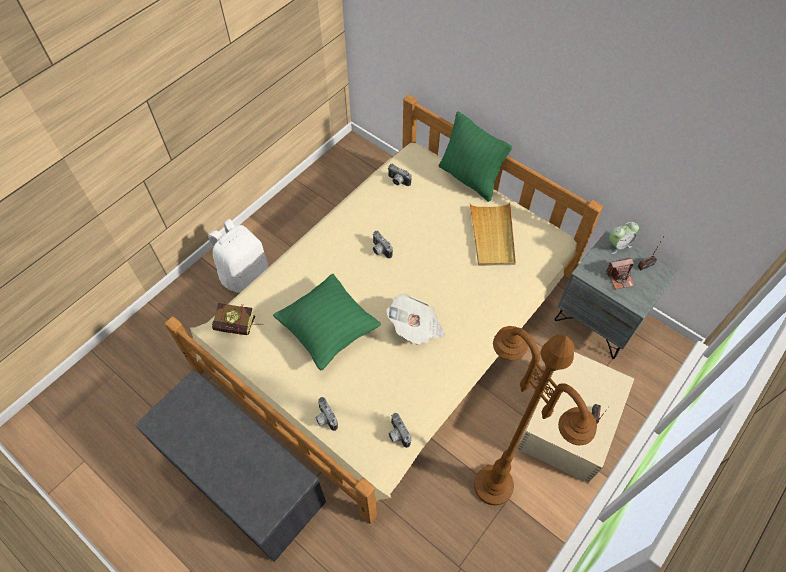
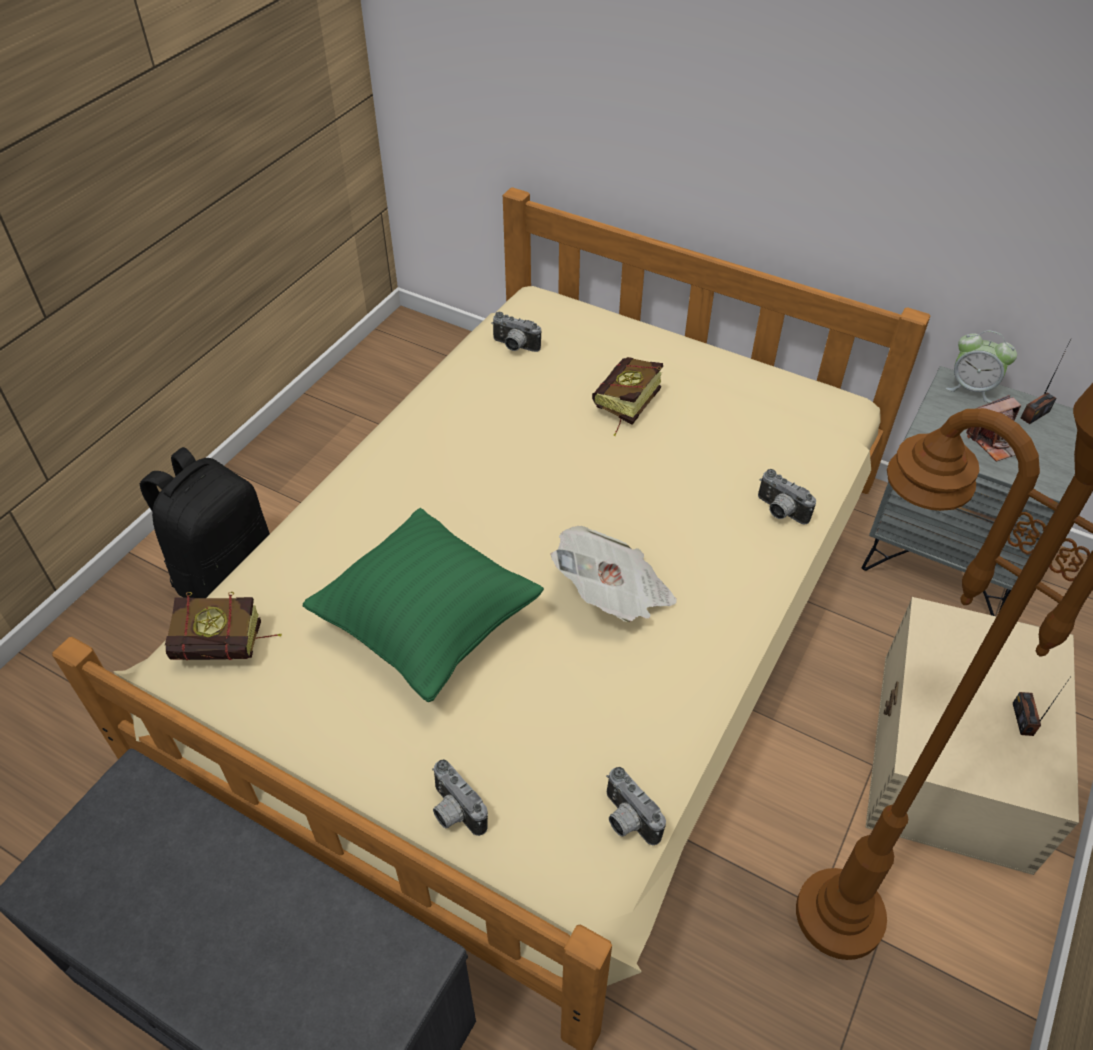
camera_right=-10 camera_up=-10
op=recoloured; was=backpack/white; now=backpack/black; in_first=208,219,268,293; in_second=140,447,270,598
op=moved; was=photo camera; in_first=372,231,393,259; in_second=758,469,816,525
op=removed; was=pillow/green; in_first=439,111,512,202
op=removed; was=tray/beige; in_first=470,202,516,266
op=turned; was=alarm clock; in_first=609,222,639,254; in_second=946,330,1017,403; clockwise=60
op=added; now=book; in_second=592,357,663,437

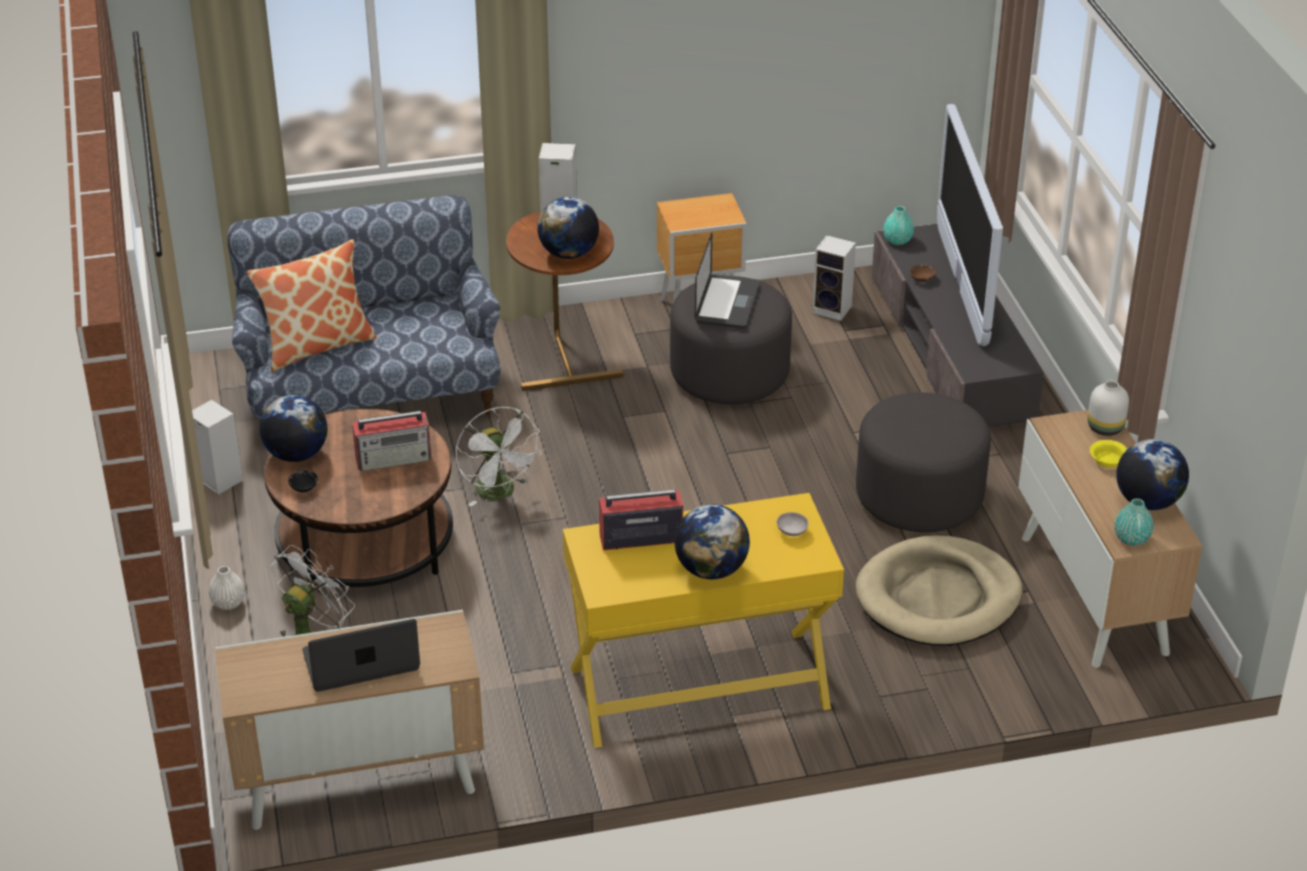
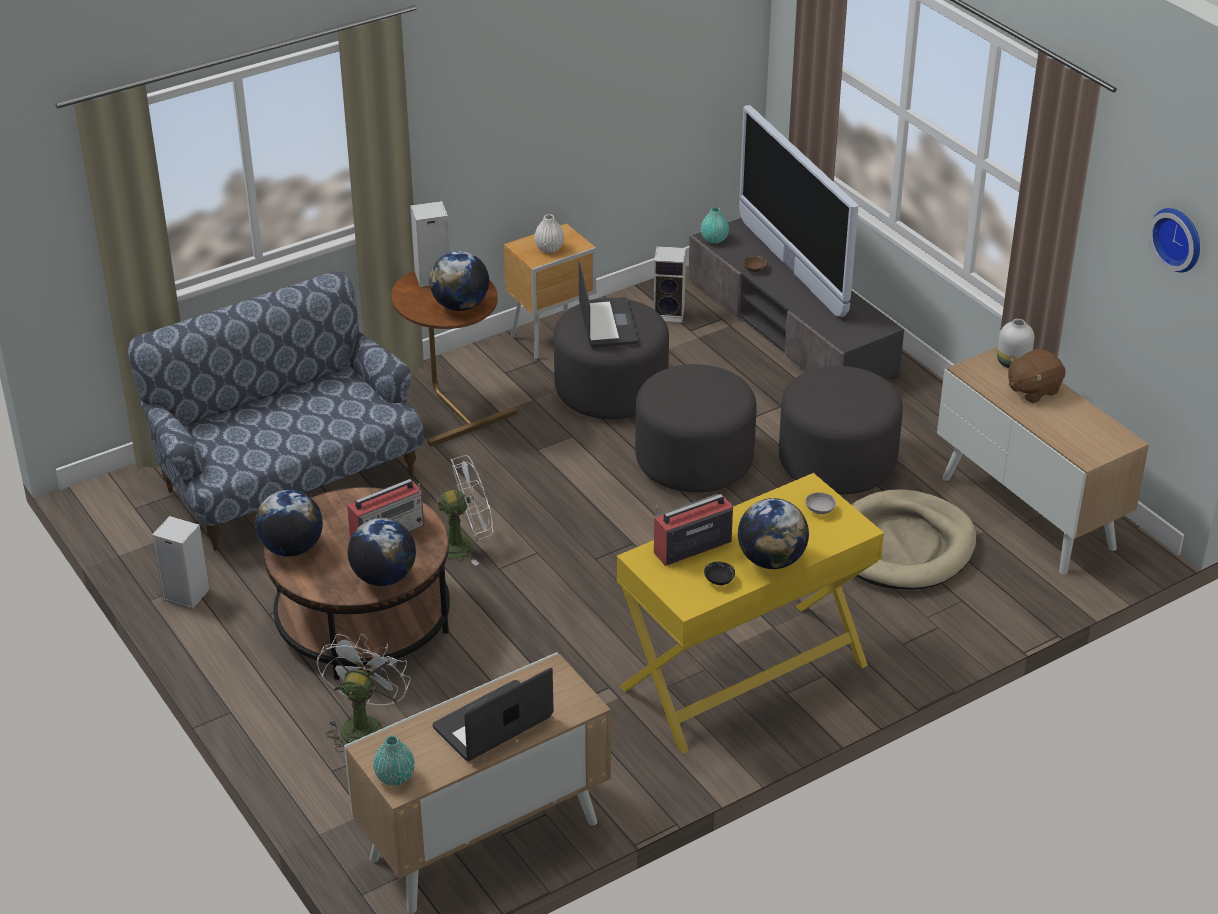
camera_right=-20 camera_up=0
op=moved; was=vase/white; in_first=209,566,245,610; in_second=534,214,564,253
op=removed; was=pillow; in_first=247,239,377,372
op=moved; was=bowl/black; in_first=288,470,318,492; in_second=704,562,735,585
op=turned; was=fan/white; in_first=456,407,542,507; in_second=437,455,493,566; clockwise=-60
op=replaced; was=bowl/yellow; now=plush toy/brown; in_first=1090,440,1127,468; in_second=1008,349,1066,403
op=moved; was=vase/turquoise; in_first=1114,498,1153,546; in_second=373,736,415,785
op=moved; was=globe; in_first=1116,439,1189,510; in_second=348,518,416,586
op=added; now=ottoman/grey; in_second=635,364,757,492
op=added; now=wall clock; in_second=1148,208,1200,272

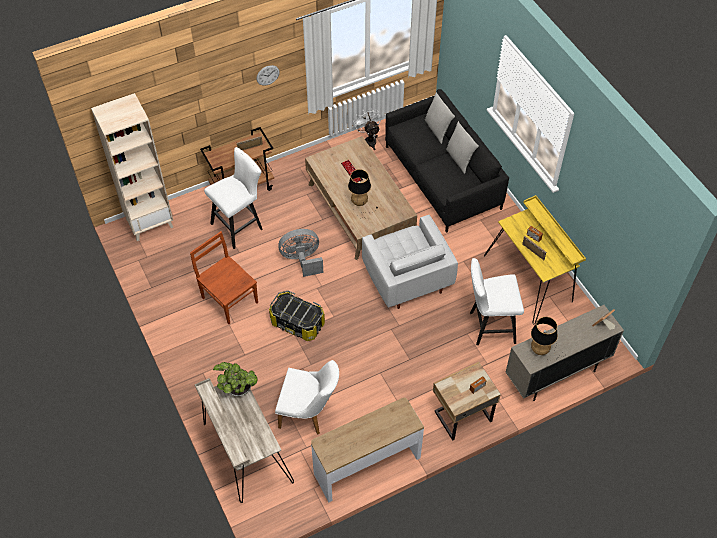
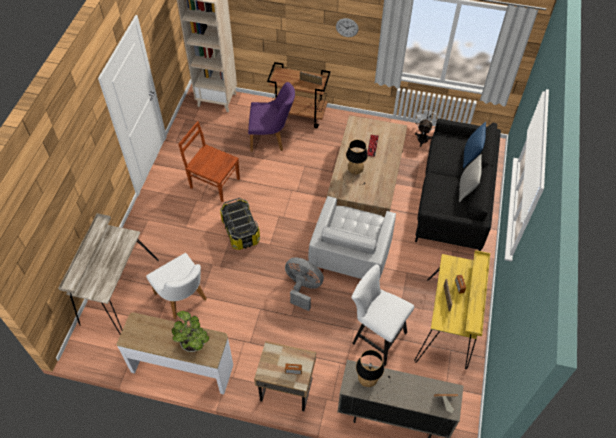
camera_right=40 camera_up=0
op=turned; was=chair/brown; in_first=190,231,258,324; in_second=178,121,240,202; clockwise=-60
op=replaced; was=stool/white; now=chair/purple; in_first=204,147,262,249; in_second=248,82,295,152
op=moved; was=potted plant; in_first=213,362,258,396; in_second=172,311,209,352
op=moved; was=fan/grey; in_first=278,229,323,277; in_second=285,257,324,311
op=recoloured; was=pillow/grey; now=pillow/blue; in_first=425,92,455,144; in_second=463,122,486,168

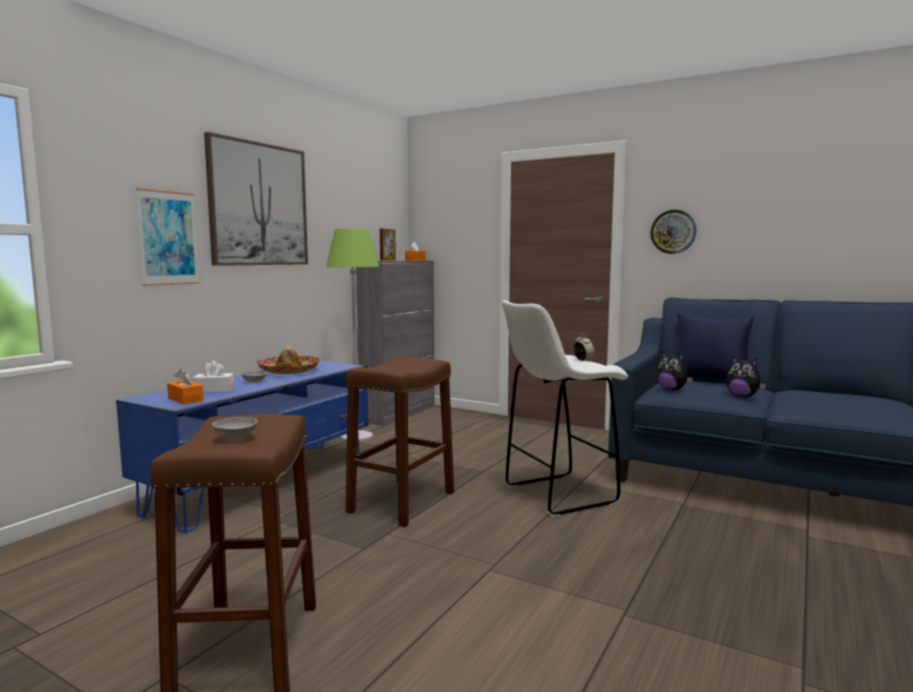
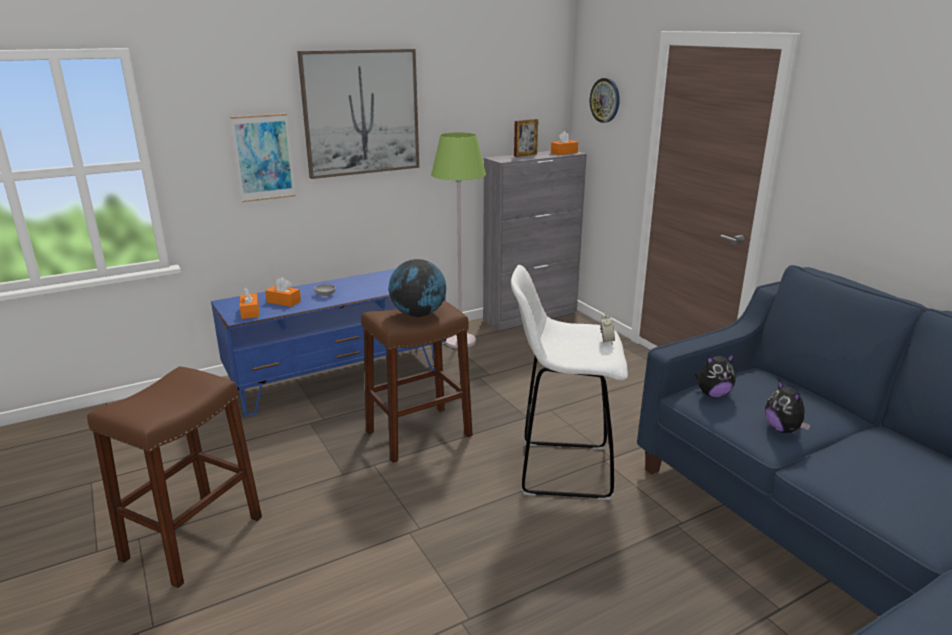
camera_right=30 camera_up=15
op=recoloured; was=tissue box/white; now=tissue box/orange; in_first=193,361,234,392; in_second=265,277,301,307
op=removed; was=bowl/grey; in_first=212,417,257,439
op=removed; was=hat; in_first=256,347,320,374
op=moved; was=wall clock; in_first=650,210,696,254; in_second=590,78,620,123
op=turned; was=plush toy; in_first=657,351,693,390; in_second=695,354,735,398; clockwise=-90
op=removed; was=pillow/blue; in_first=677,312,755,381
op=added; now=globe; in_second=389,259,446,317

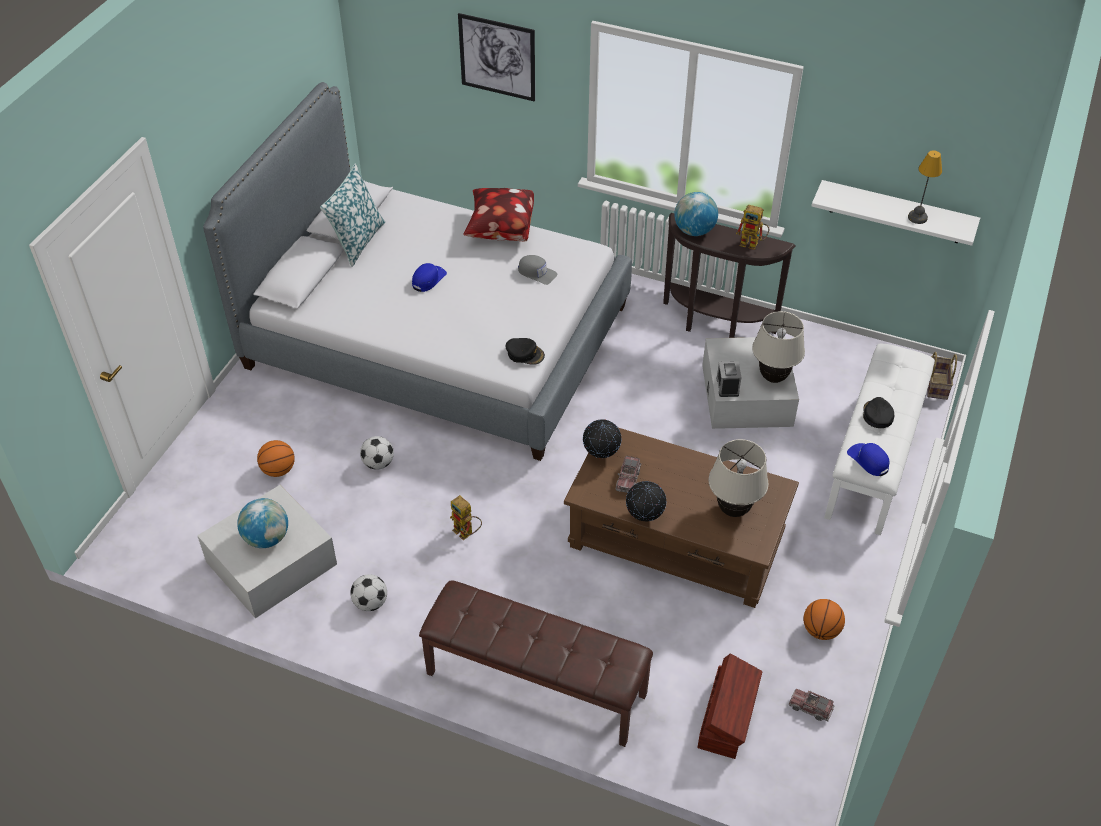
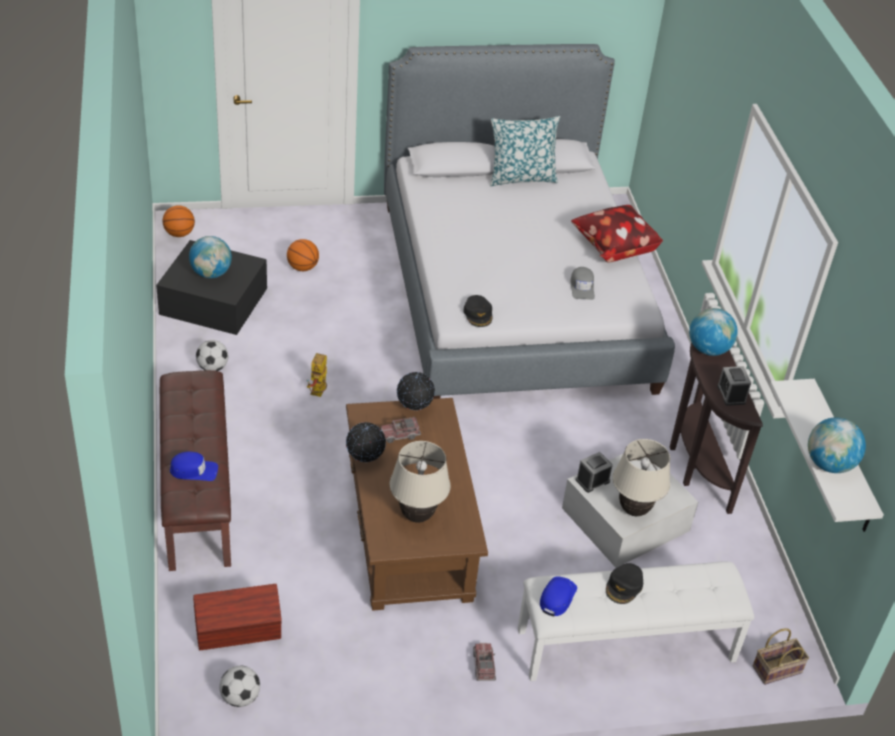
camera_right=55 camera_up=-5
op=recoloured; was=storage box/white; now=storage box/black; in_first=197,485,337,619; in_second=156,240,267,335
op=moved; was=football; in_first=360,436,394,470; in_second=219,666,260,707
op=moved; was=cap/blue; in_first=412,263,447,292; in_second=170,451,218,481
op=removed; was=picture; in_first=458,13,535,102
op=replaced; was=toy robot; now=alarm clock; in_first=736,205,769,250; in_second=717,366,751,406
op=moved; was=toy truck; in_first=789,688,834,721; in_second=473,643,496,681
op=moved; was=basketball; in_first=804,599,845,640; in_second=163,205,195,237
op=turned; was=cap/black; in_first=863,397,894,428; in_second=606,563,643,604; clockwise=150
op=replaced; was=table lamp; now=globe; in_first=908,150,942,224; in_second=808,417,866,473

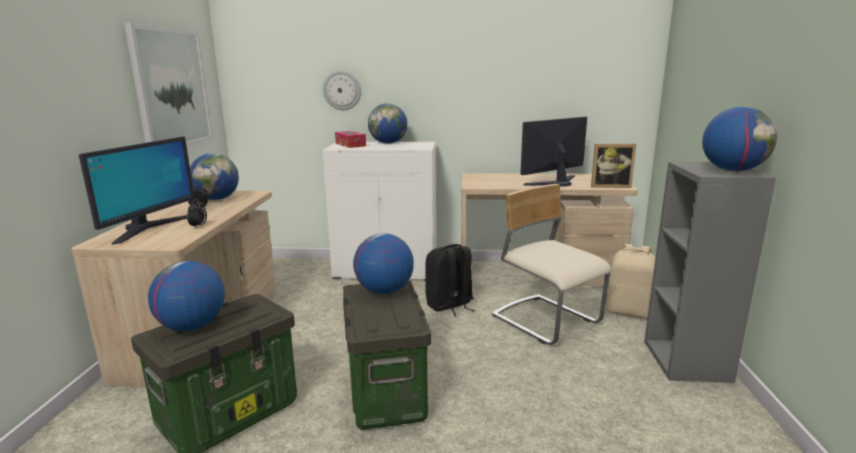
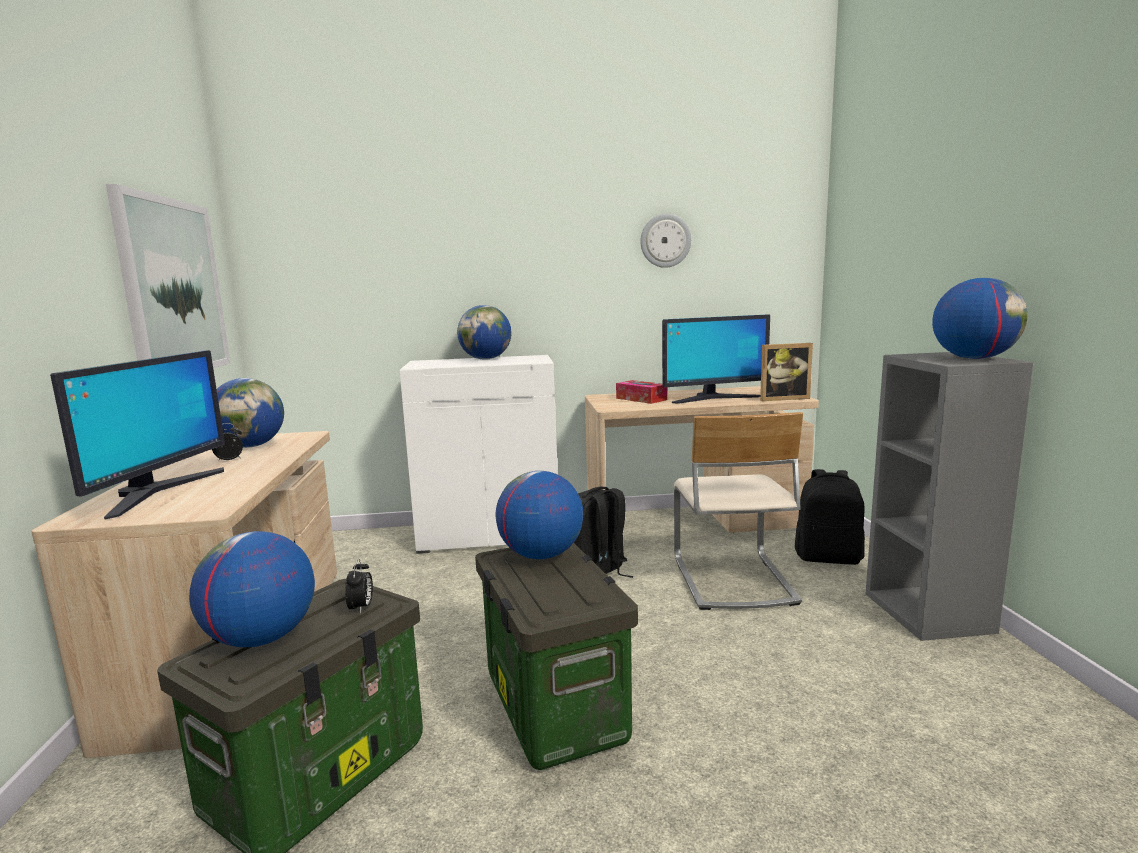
camera_right=-10 camera_up=-5
op=moved; was=alarm clock; in_first=187,199,207,228; in_second=345,559,373,614
op=moved; was=wall clock; in_first=323,70,361,110; in_second=640,214,691,268
op=moved; was=tissue box; in_first=335,131,366,148; in_second=616,380,667,404
op=turned; was=chair/beige; in_first=492,184,611,345; in_second=674,412,803,610; clockwise=-135
op=turned; was=monitor; in_first=520,117,587,187; in_second=662,314,770,404; clockwise=-150
op=recoloured; was=backpack/beige; now=backpack/black; in_first=605,244,656,319; in_second=795,469,865,565

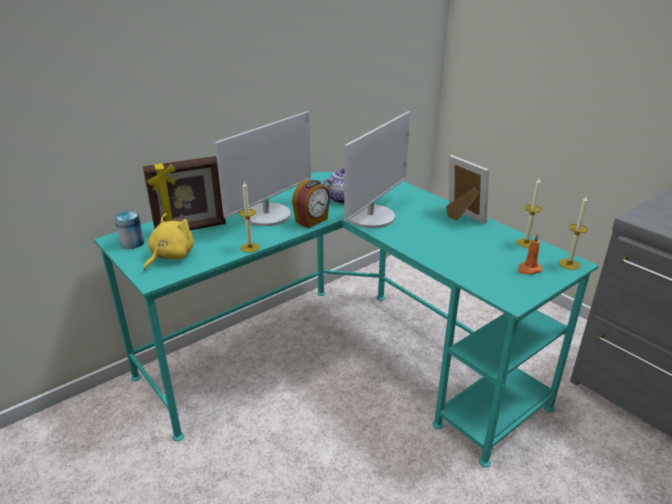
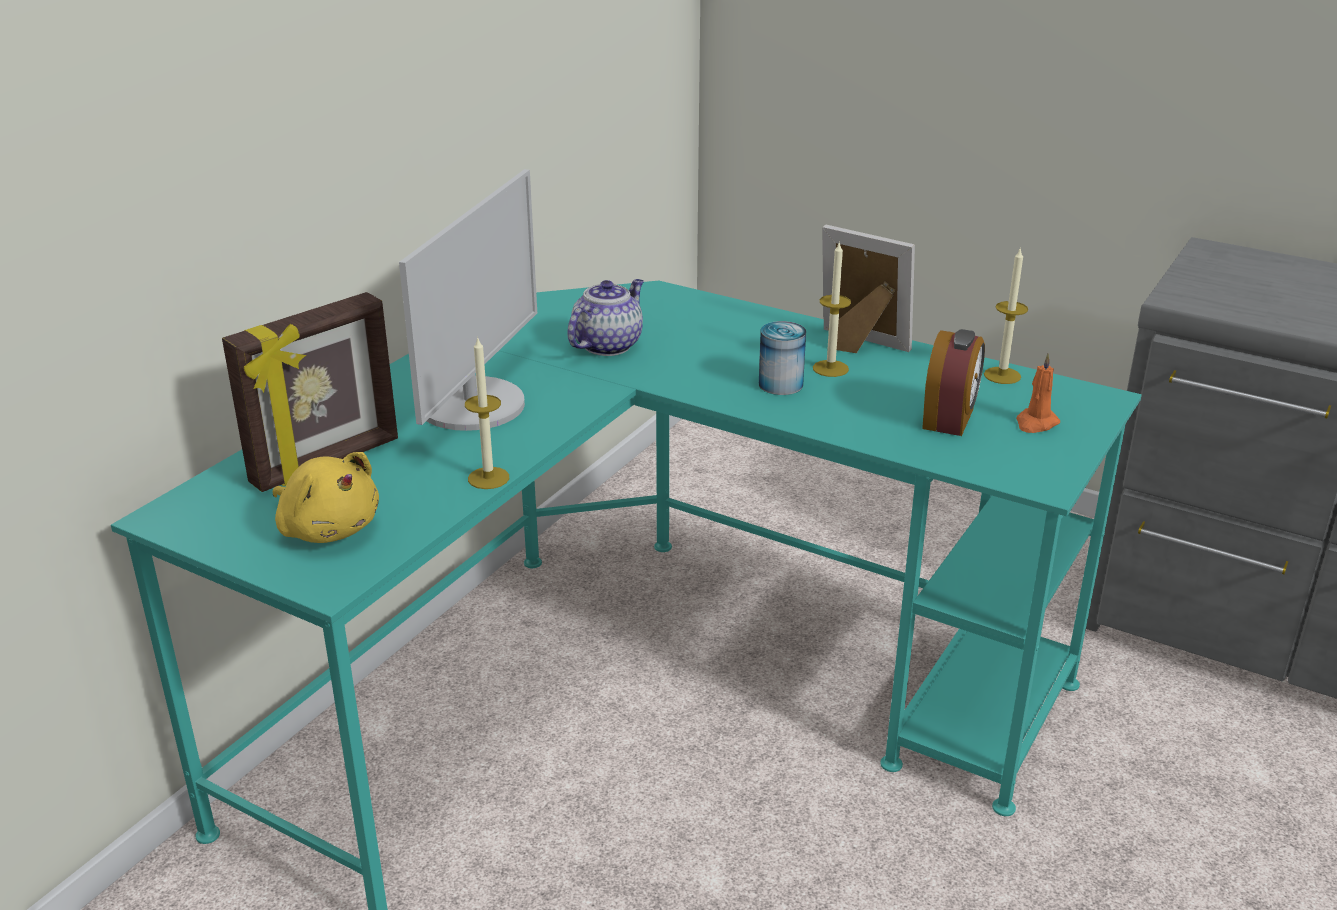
camera_right=-20 camera_up=0
op=moved; was=can; in_first=114,211,144,249; in_second=759,321,806,395
op=turned; was=plush toy/yellow; in_first=143,213,194,271; in_second=273,452,379,543; clockwise=120
op=moved; was=alarm clock; in_first=292,180,331,228; in_second=922,329,985,436
op=removed; was=monitor; in_first=344,111,410,228
op=moved; was=candle; in_first=559,195,588,270; in_second=813,241,851,377

